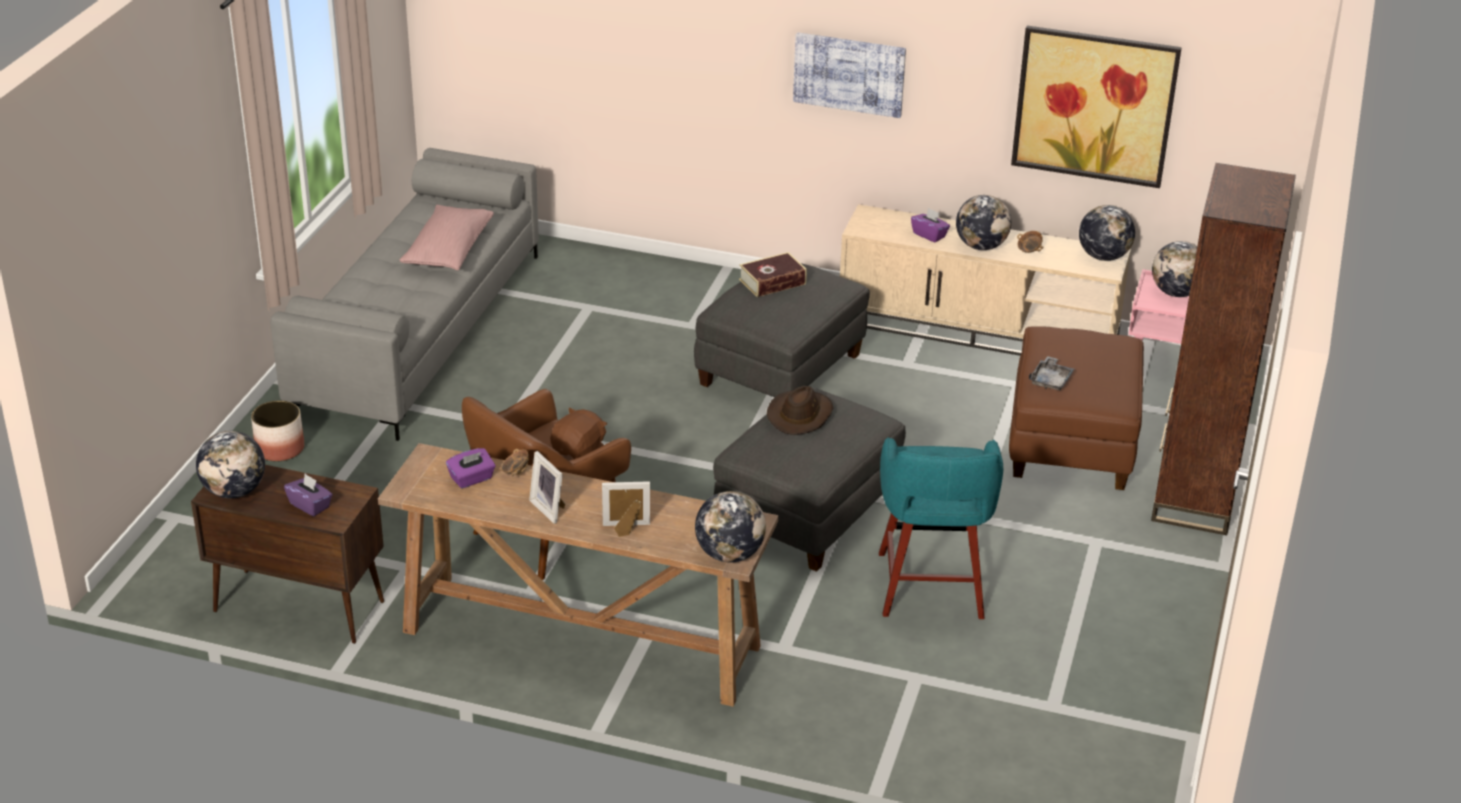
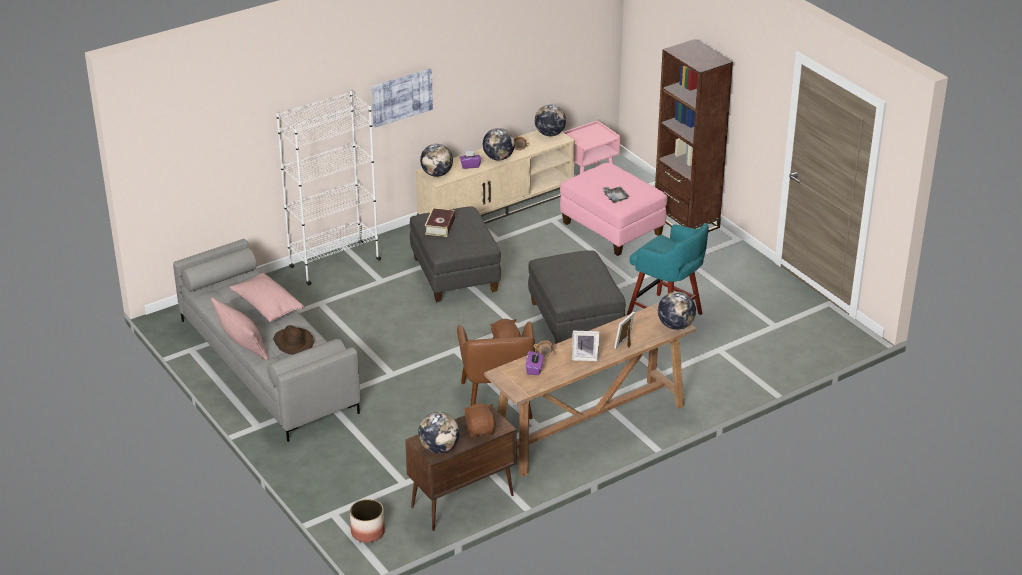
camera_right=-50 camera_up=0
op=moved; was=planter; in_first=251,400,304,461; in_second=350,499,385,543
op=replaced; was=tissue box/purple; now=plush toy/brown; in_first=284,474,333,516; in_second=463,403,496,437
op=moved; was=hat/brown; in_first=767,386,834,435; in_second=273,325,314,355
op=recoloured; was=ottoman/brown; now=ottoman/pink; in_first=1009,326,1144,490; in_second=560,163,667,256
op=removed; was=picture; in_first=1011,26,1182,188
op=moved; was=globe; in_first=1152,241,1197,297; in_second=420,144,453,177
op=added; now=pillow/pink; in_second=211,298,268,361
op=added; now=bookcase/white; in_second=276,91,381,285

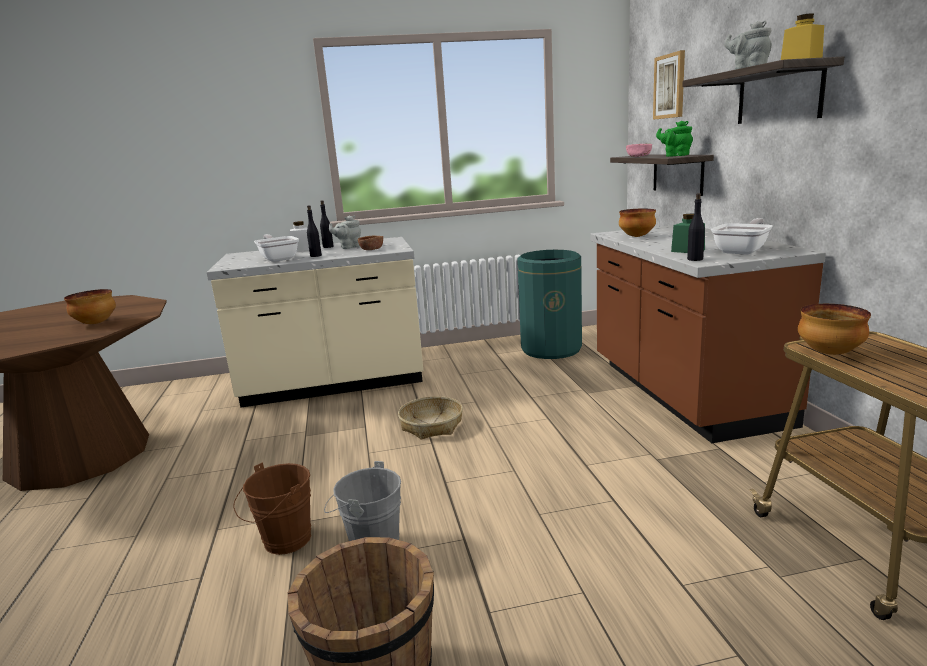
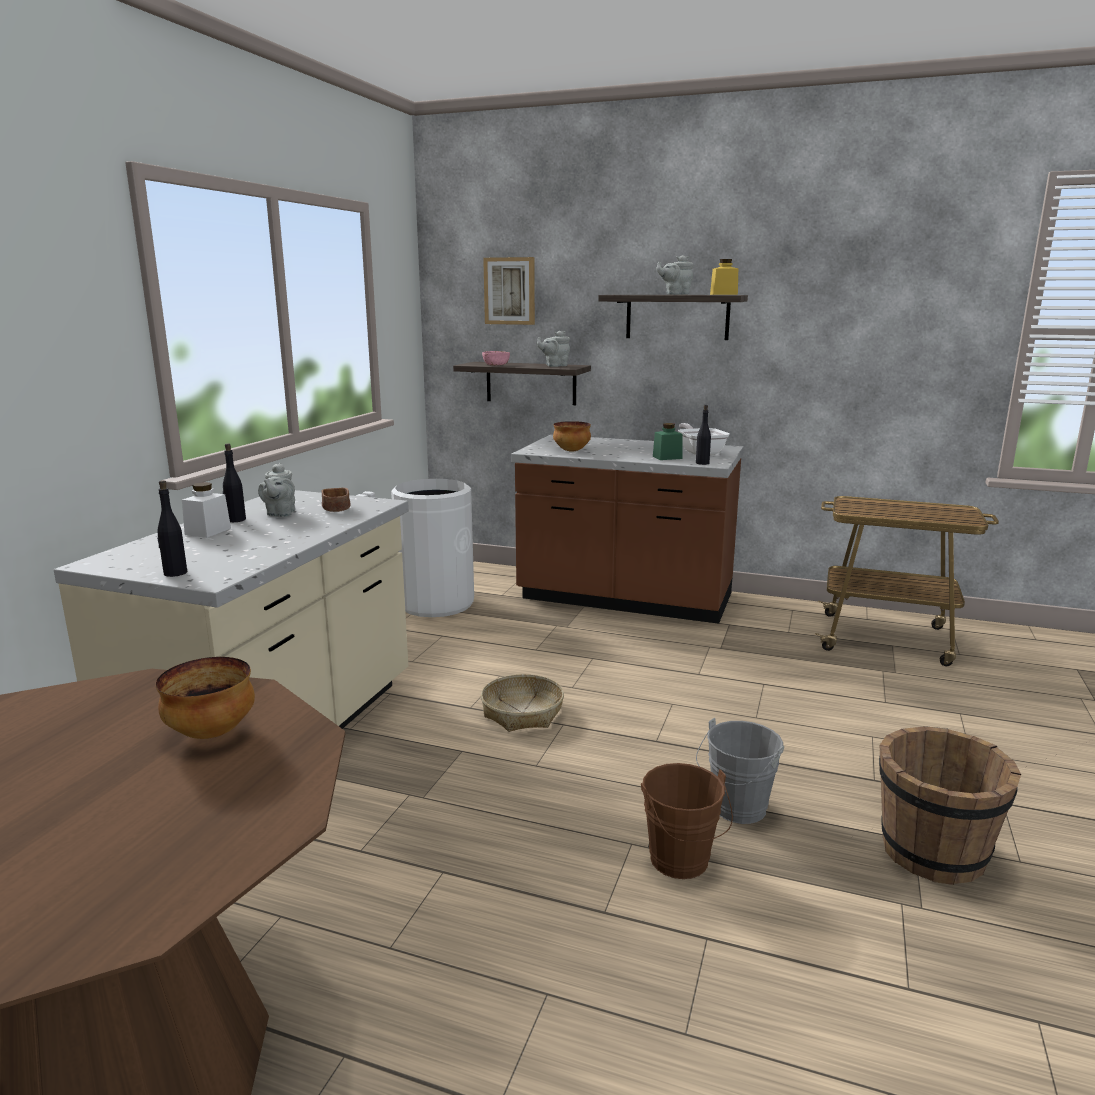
camera_right=-60 camera_up=0
op=removed; was=frying pan; in_first=254,234,299,262
op=moved; was=bottle/black; in_first=307,205,322,257; in_second=157,480,187,577
op=recoloured; was=trash can/green; now=trash can/white; in_first=517,250,582,359; in_second=391,479,474,617
op=recoloured; was=teapot/green; now=teapot/grey; in_first=656,121,693,157; in_second=537,331,570,367
op=removed; was=bowl; in_first=798,304,871,355

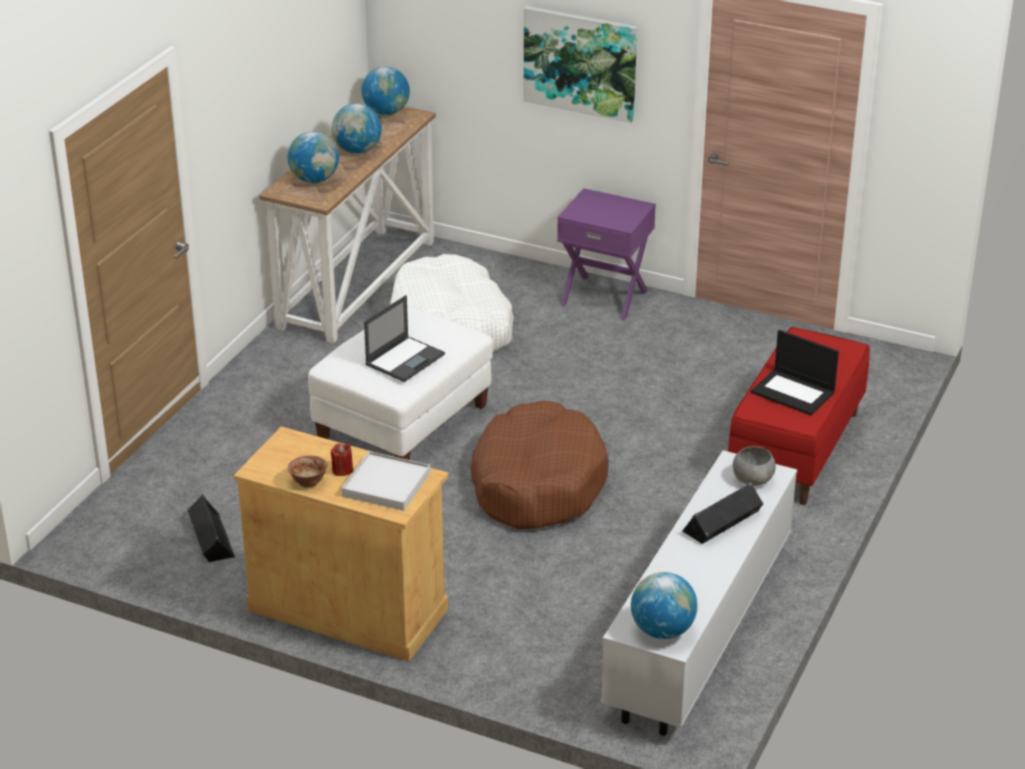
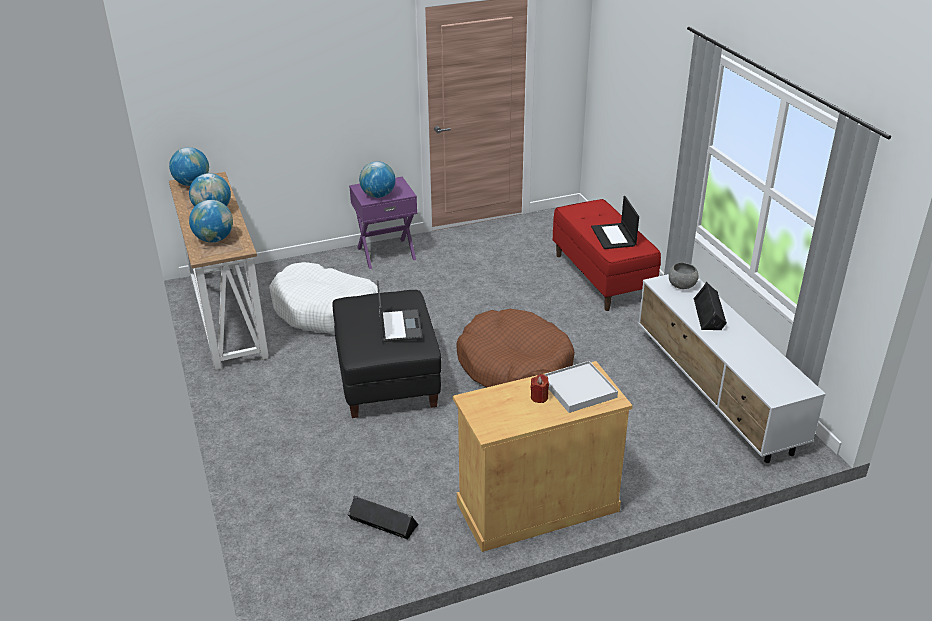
camera_right=-45 camera_up=0
op=removed; was=bowl; in_first=288,456,327,487
op=recoloured; was=ottoman/white; now=ottoman/black; in_first=308,306,493,460; in_second=332,290,441,418
op=removed; was=picture; in_first=524,6,637,123
op=moved; was=globe; in_first=631,572,698,639; in_second=359,161,395,198
op=turned; was=laptop; in_first=751,330,839,415; in_second=591,196,639,249; clockwise=90

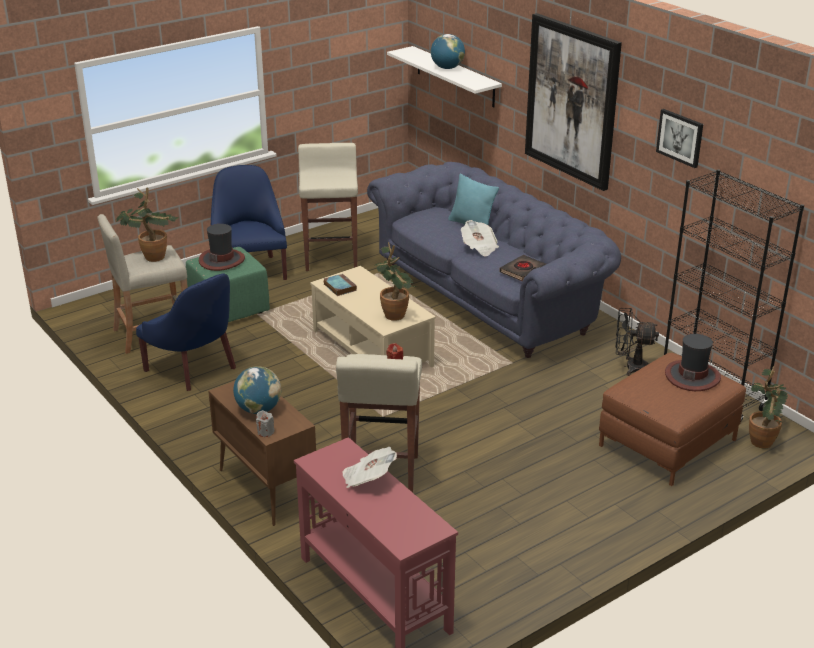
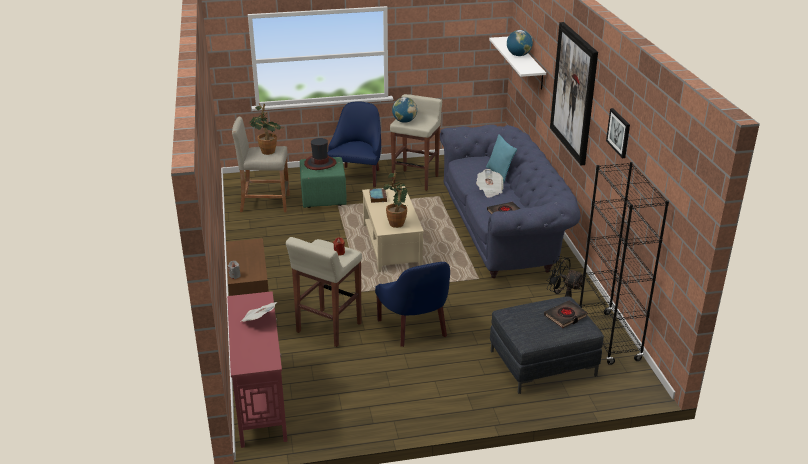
camera_right=25 camera_up=0
op=moved; was=armchair/blue; in_first=136,273,236,391; in_second=375,262,450,347
op=moved; was=globe; in_first=233,366,281,414; in_second=392,97,417,123
op=recoloured; was=ottoman/brown; now=ottoman/grey; in_first=599,353,746,486; in_second=490,296,604,394
op=replaced; was=hat; now=book/black; in_first=665,334,721,391; in_second=544,300,588,328
op=removed; was=potted plant; in_first=749,366,788,448

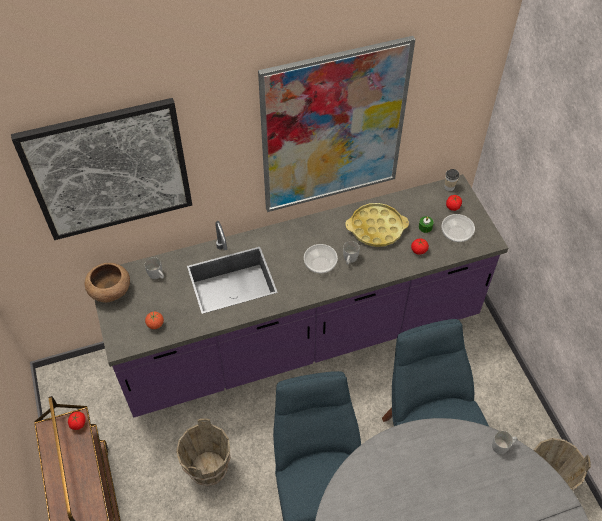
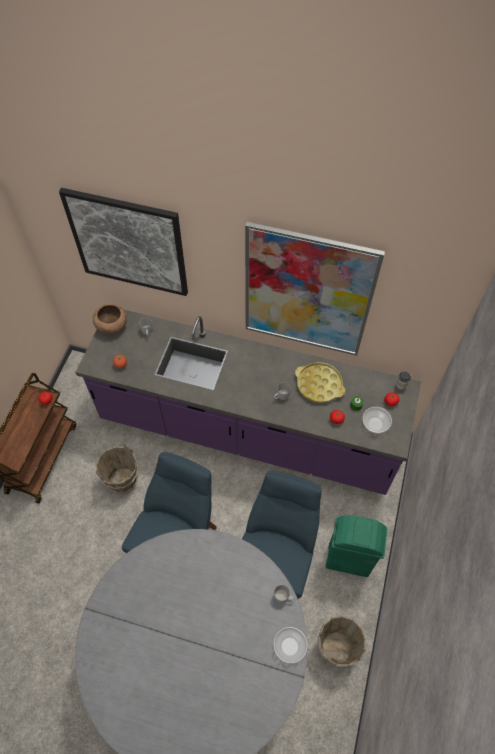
camera_right=35 camera_up=5
op=moved; was=bowl; in_first=304,244,338,273; in_second=274,627,308,663
op=added; now=trash can/green; in_second=325,515,388,577

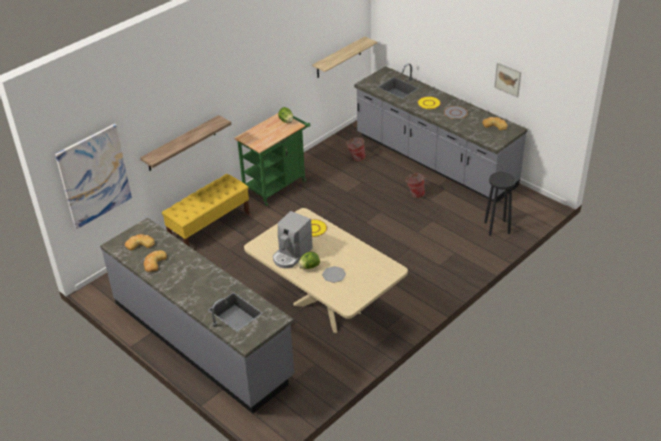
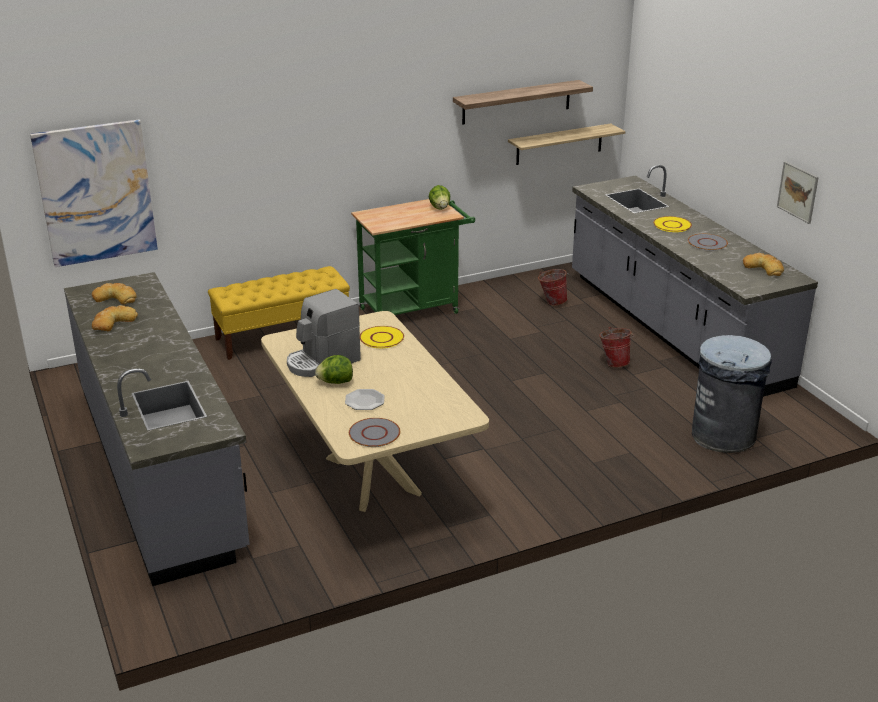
camera_right=20 camera_up=-10
op=moved; was=shelf; in_first=140,115,231,171; in_second=453,80,593,124
op=replaced; was=stool/black; now=trash can/grey; in_first=484,172,516,236; in_second=692,335,772,453
op=added; now=plate/grey; in_second=349,418,400,447

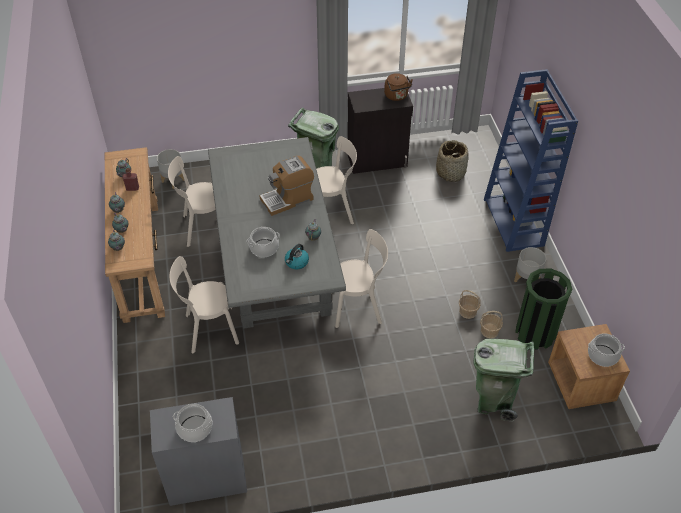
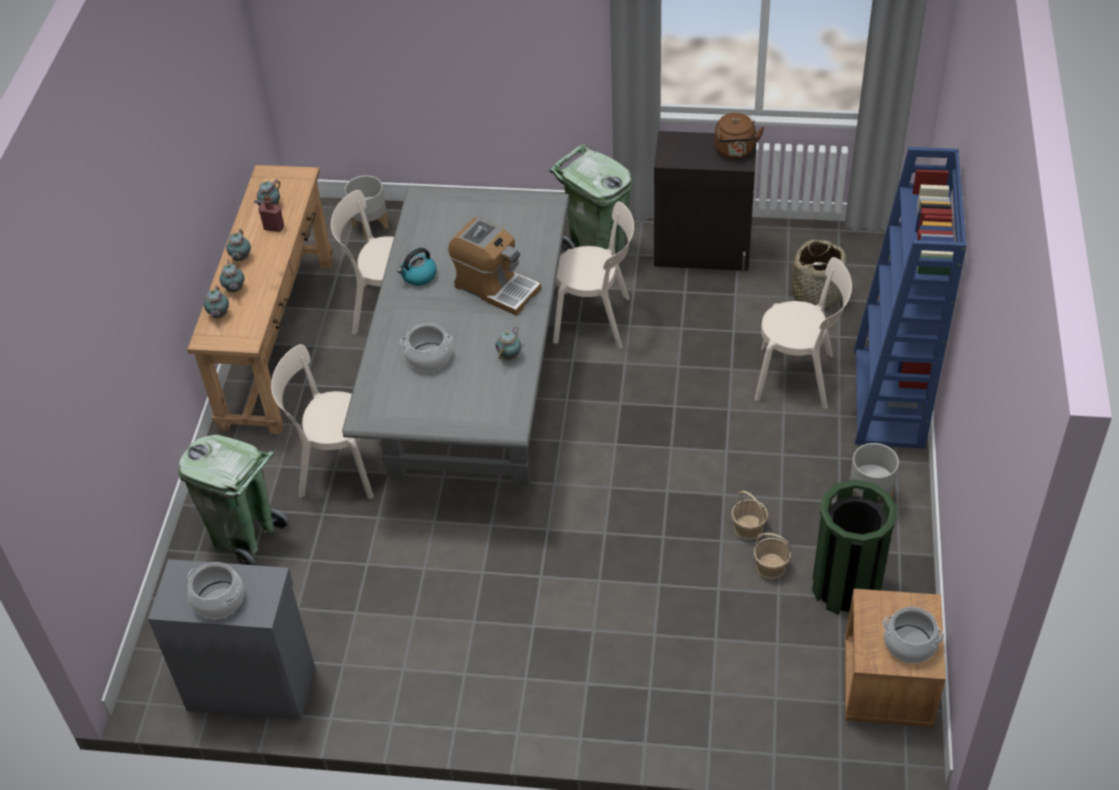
camera_right=20 camera_up=0
op=turned; was=coffee machine; in_first=259,156,314,216; in_second=448,218,541,316; clockwise=-135
op=moved; was=kettle; in_first=285,244,309,269; in_second=397,248,436,286
op=moved; was=chair/beige; in_first=335,229,388,328; in_second=754,257,852,409
op=moved; was=trash can/green; in_first=474,339,534,422; in_second=178,435,289,565

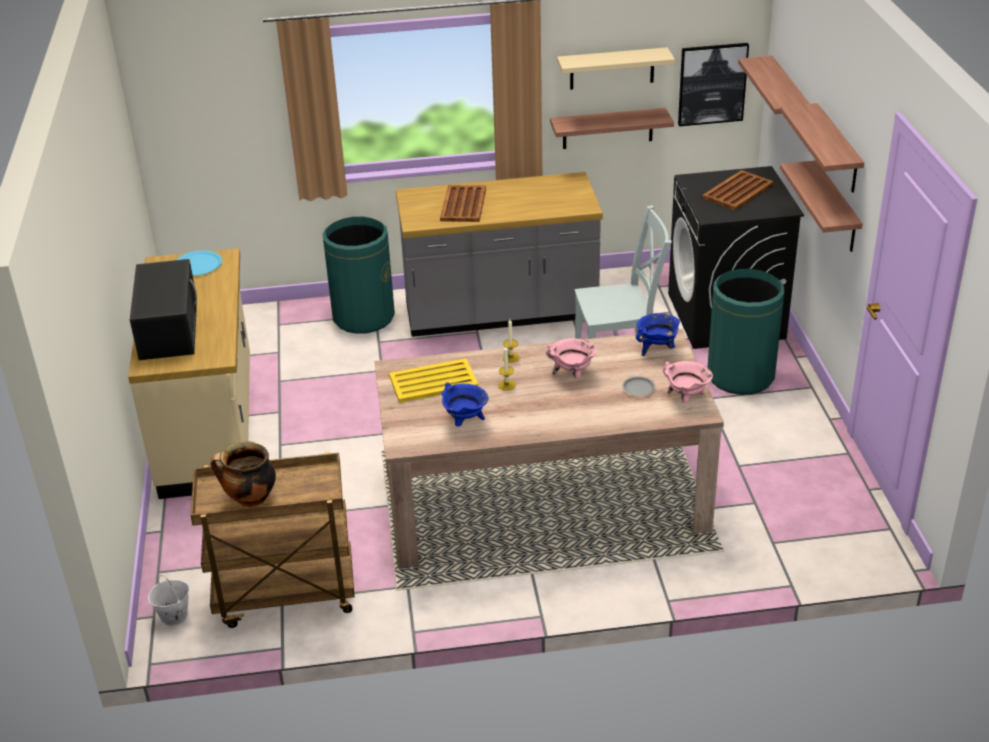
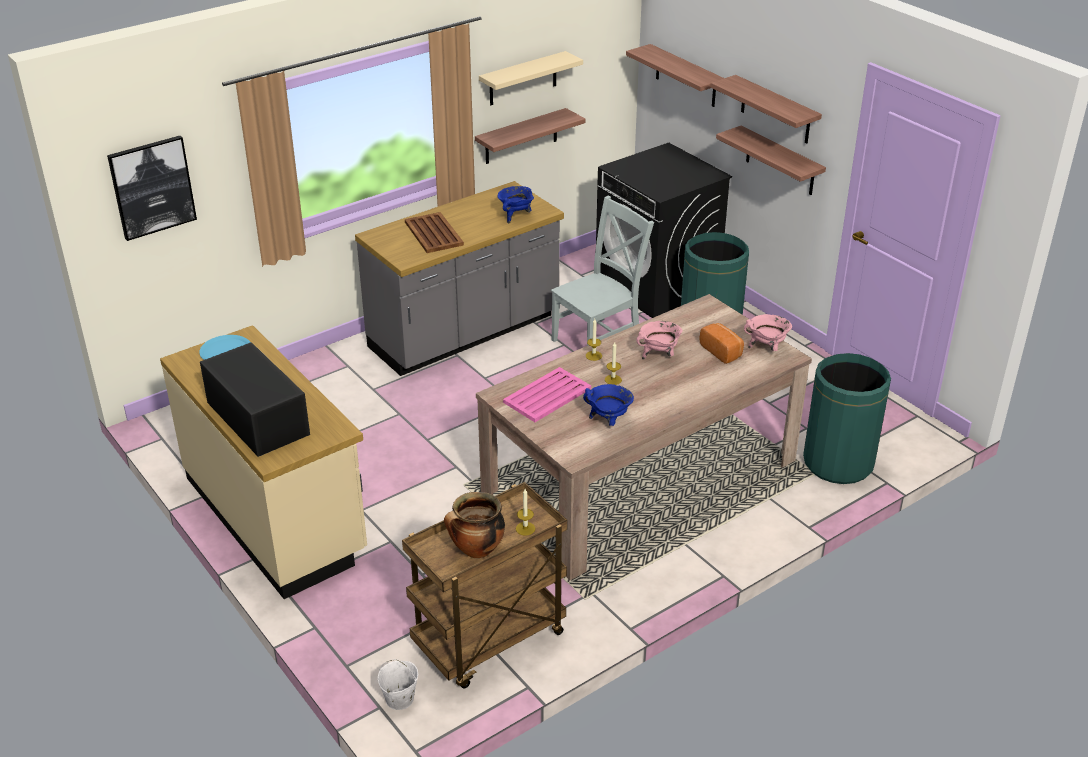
camera_right=-30 camera_up=0
op=moved; was=trash can/green; in_first=323,217,395,334; in_second=803,353,891,484
op=recoloured; was=tray/yellow; now=tray/pink; in_first=389,358,478,403; in_second=503,367,591,422
op=replaced; was=plate/grey; now=bread; in_first=622,376,655,396; in_second=700,323,744,364
op=moved; was=cooking pot/blue; in_first=636,313,680,356; in_second=497,186,534,224
op=moved; was=picture; in_first=678,43,749,126; in_second=107,136,197,241
op=removed; was=tray/brown; in_first=702,170,774,210
op=added; now=candle; in_second=516,489,535,535

